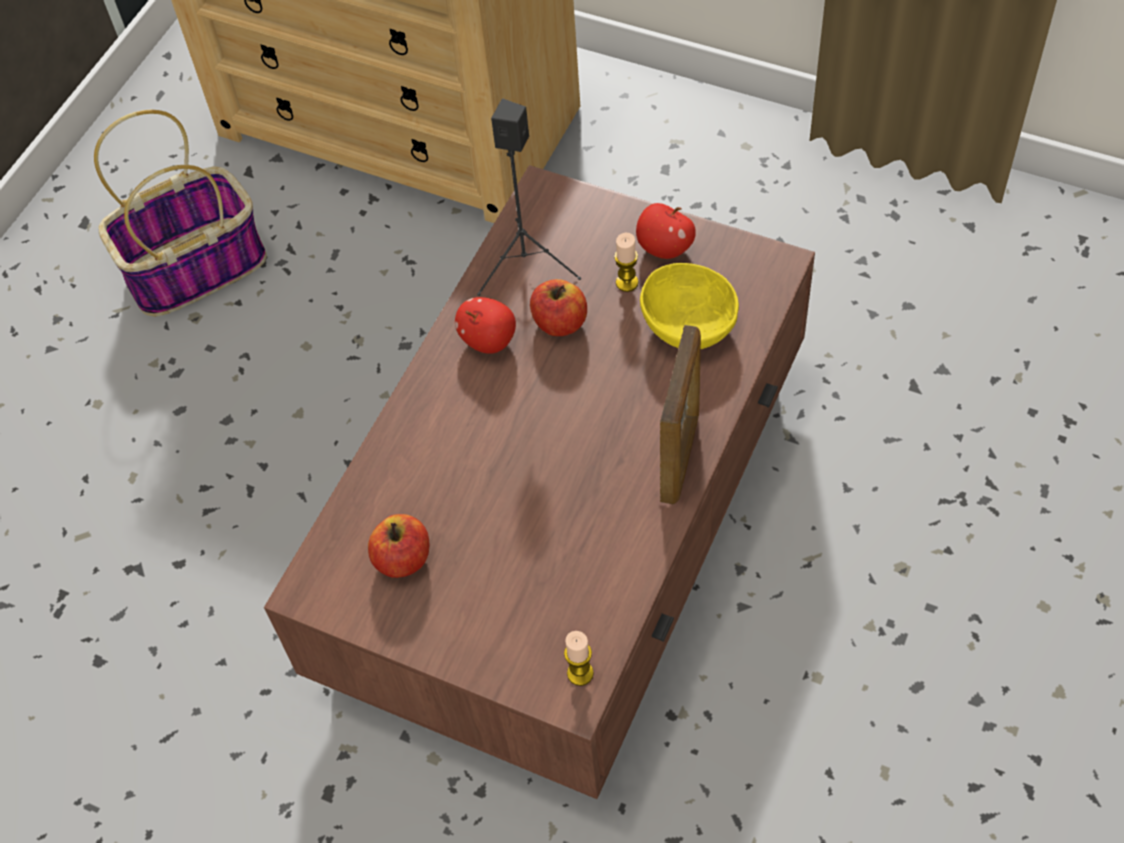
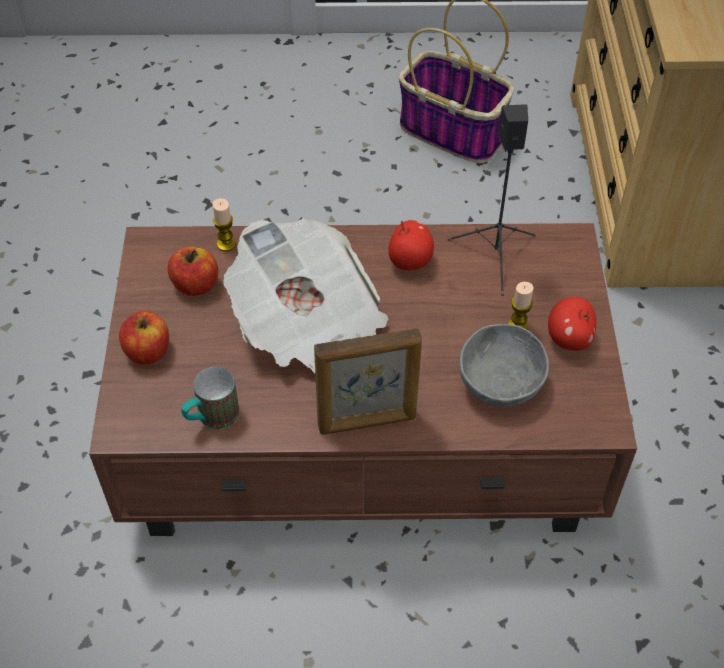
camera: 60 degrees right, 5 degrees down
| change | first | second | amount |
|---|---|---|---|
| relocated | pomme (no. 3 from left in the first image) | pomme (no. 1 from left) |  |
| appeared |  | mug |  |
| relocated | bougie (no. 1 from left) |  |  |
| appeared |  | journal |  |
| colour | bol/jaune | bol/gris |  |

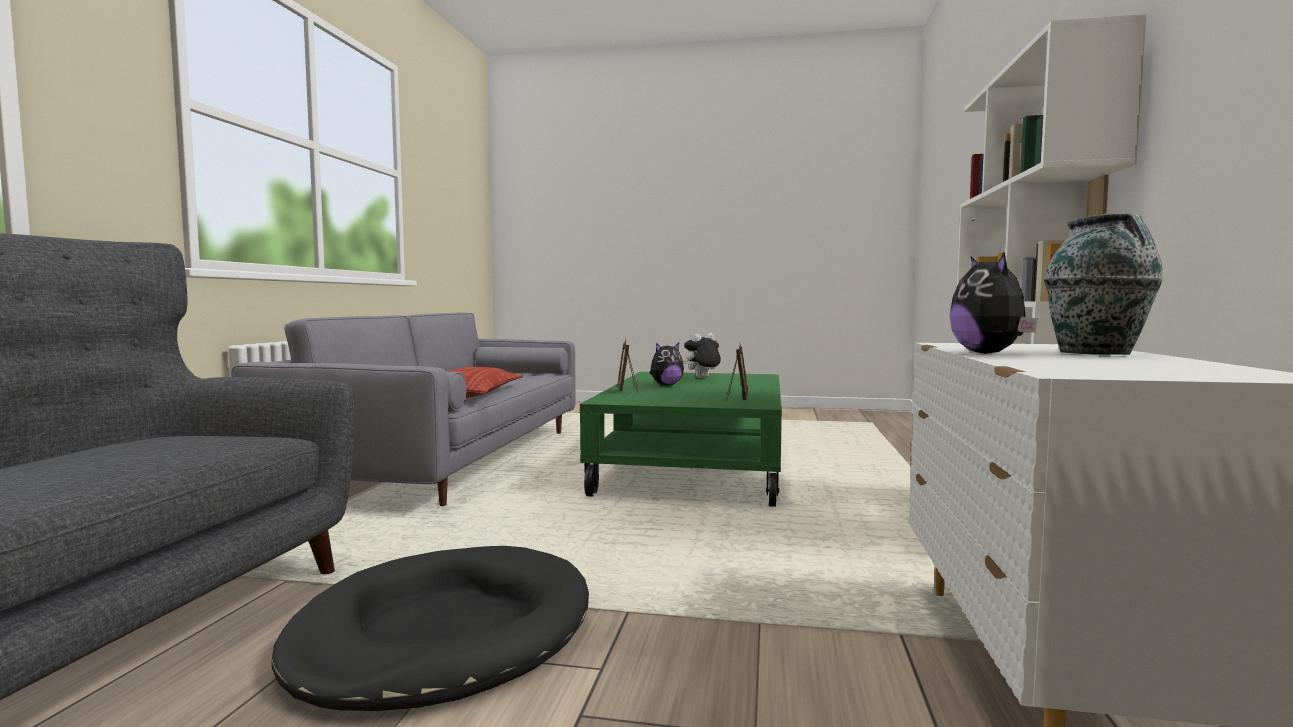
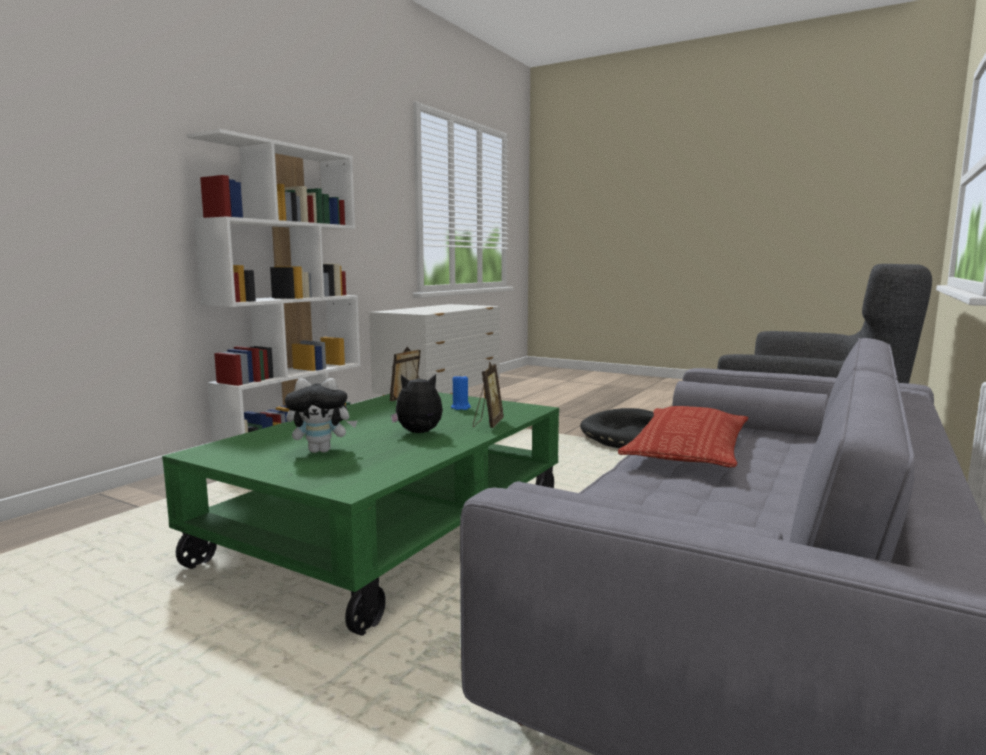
camera: 160 degrees left, 5 degrees up
| change | first | second | amount |
|---|---|---|---|
| appeared |  | bougie/bleu |  |
| missing | peluche (no. 3 from left) |  |  |
| missing | vase |  |  |

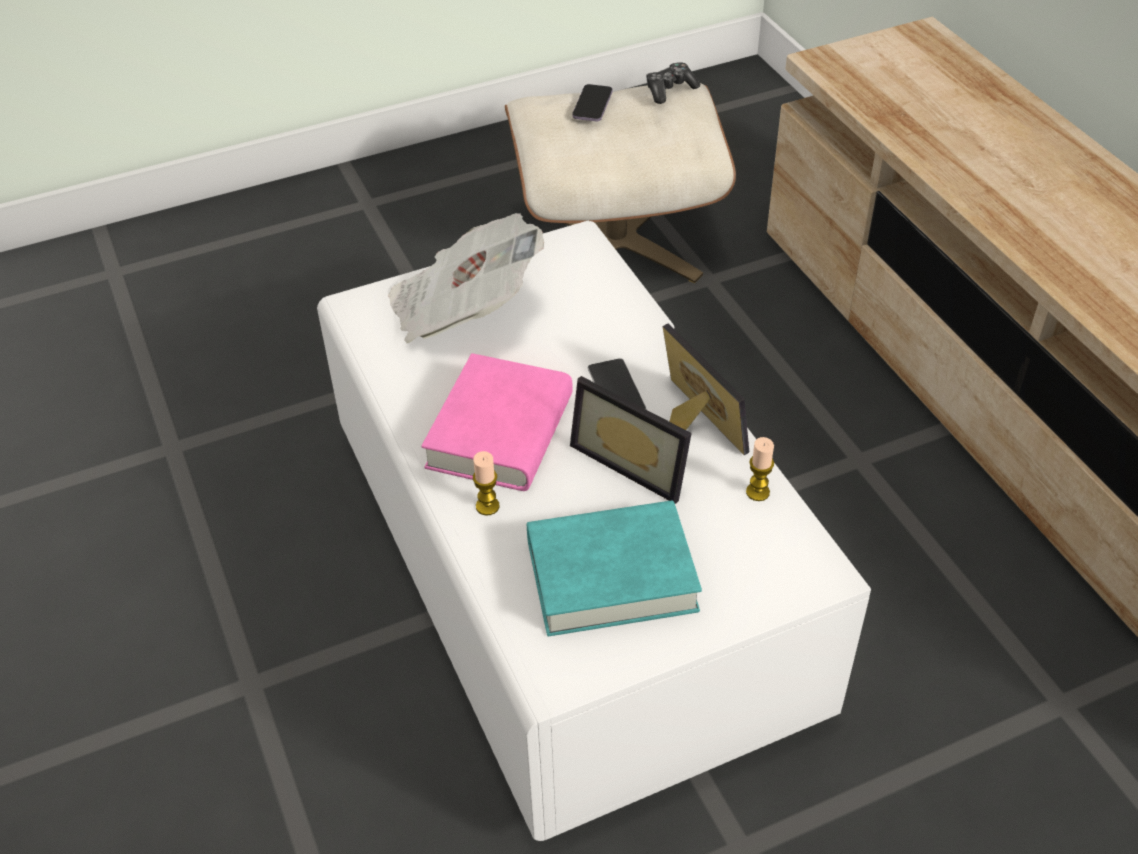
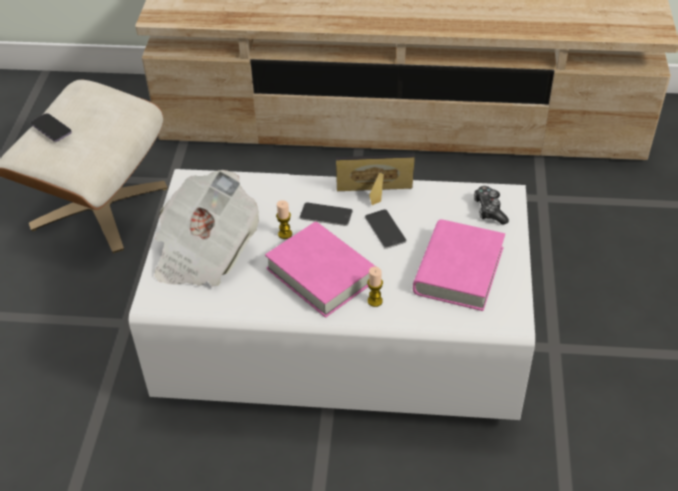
camera: 60 degrees left, 0 degrees up
| change | first | second | amount |
|---|---|---|---|
| relocated | bougie (no. 2 from left in the first image) | bougie (no. 1 from left) |  |
| exchanged | cadre photo (no. 1 from left) | téléphone (no. 3 from left) |  |
| colour | livre/turquoise | livre/rose (no. 2 from left) |  |
| relocated | manette |  |  |

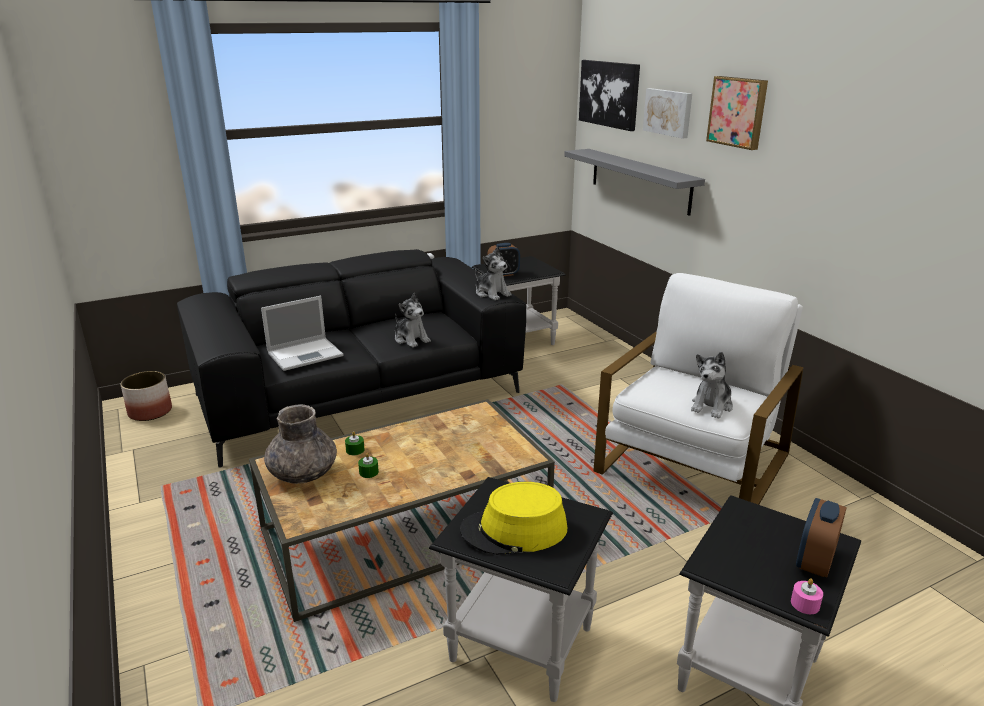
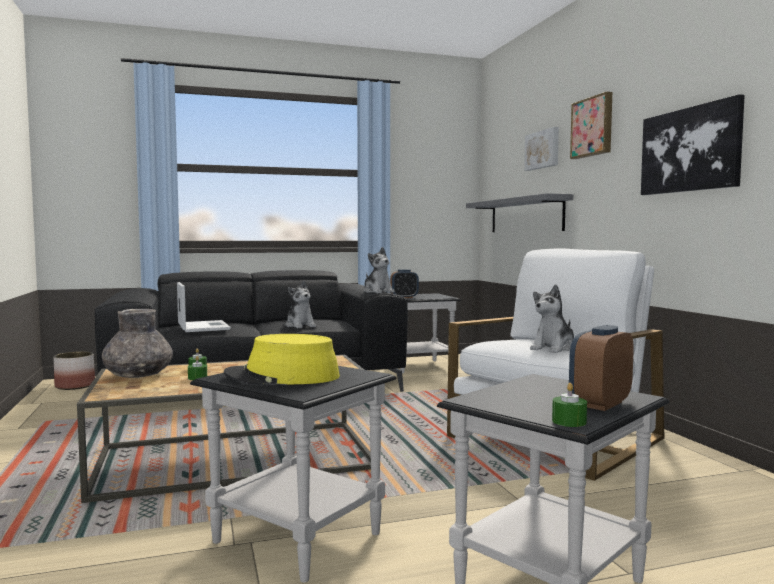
camera: 10 degrees right, 20 degrees down
| change | first | second | amount |
|---|---|---|---|
| spun | ordinateur portable |  | 90 degrees counterclockwise |
| colour | bougie/rose | bougie/vert (no. 3 from left) |  |
| relocated | tableau (no. 1 from left in the first image) | tableau (no. 3 from left) |  |

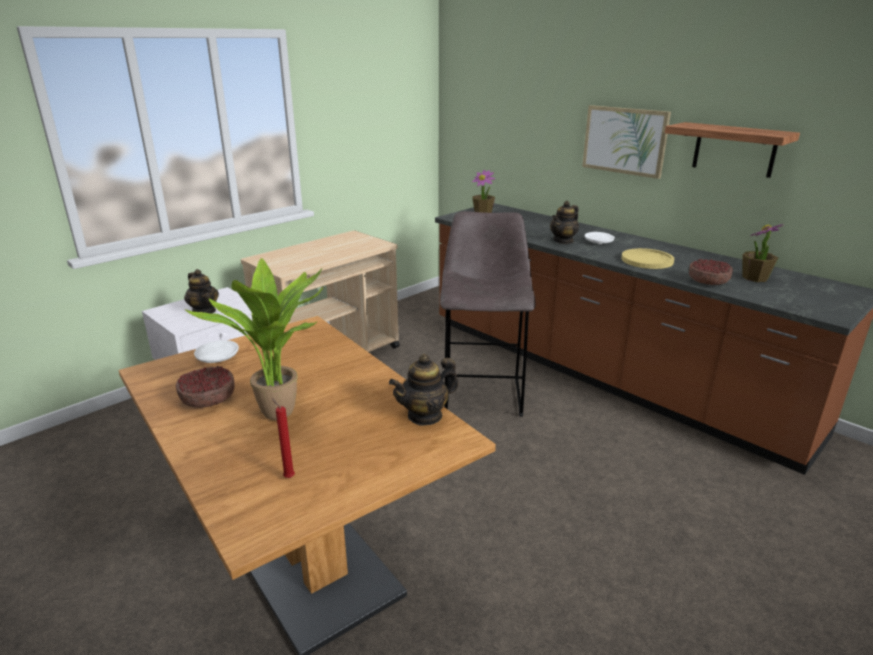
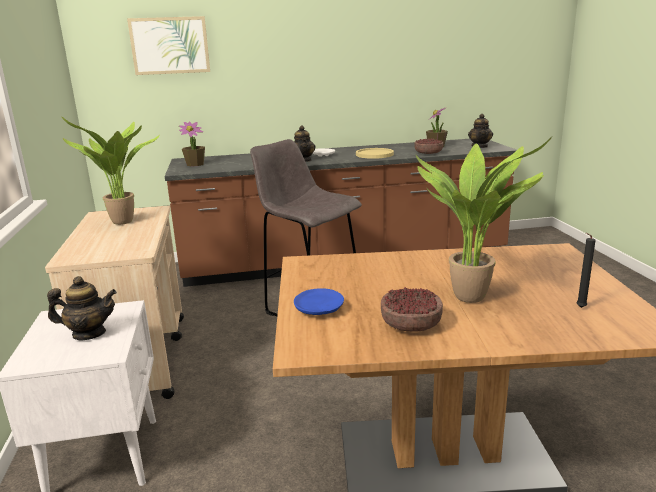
camera: 55 degrees left, 5 degrees down
| change | first | second | amount |
|---|---|---|---|
| appeared |  | plante en pot (no. 1 from left) |  |
| relocated | tableau |  |  |
| colour | assiette/blanc (no. 1 from left) | assiette/bleu |  |
| relocated | théière (no. 2 from left in the first image) | théière (no. 3 from left) |  |
| colour | bougie/rouge | bougie/noir |  |
| missing | étagère |  |  |

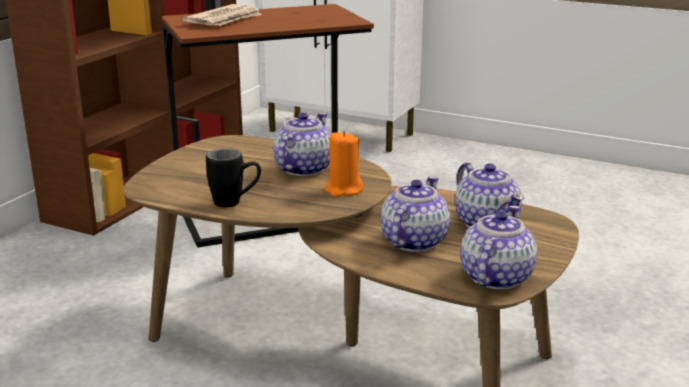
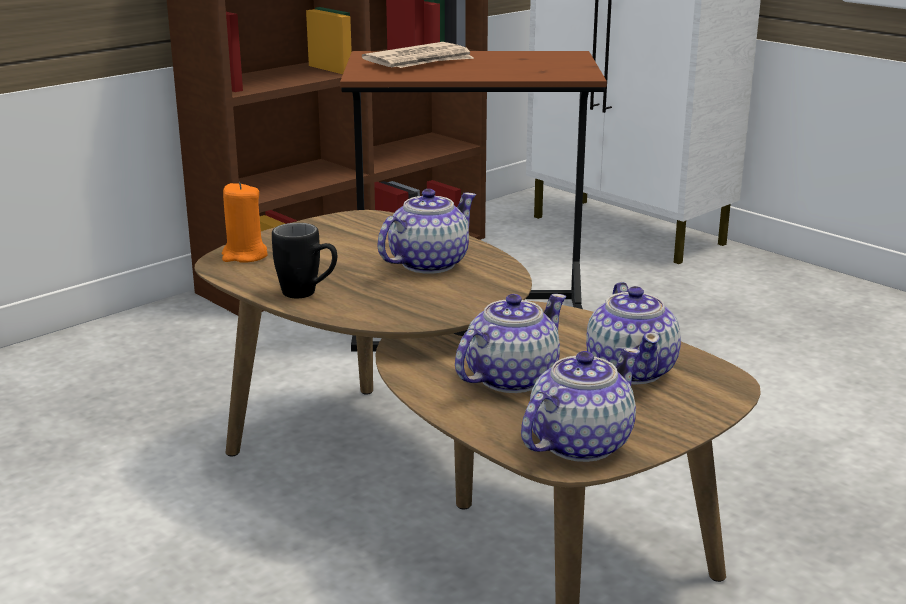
camera: 20 degrees right, 0 degrees up
| change | first | second | amount |
|---|---|---|---|
| relocated | bougie/orange |  |  |

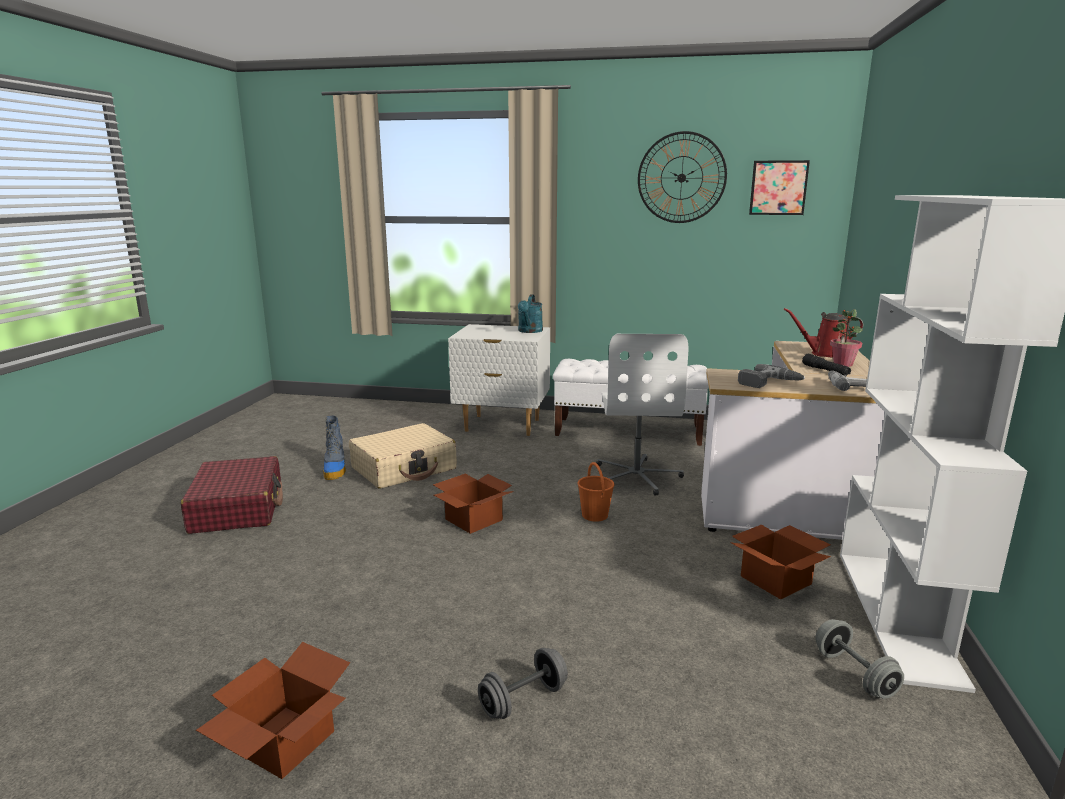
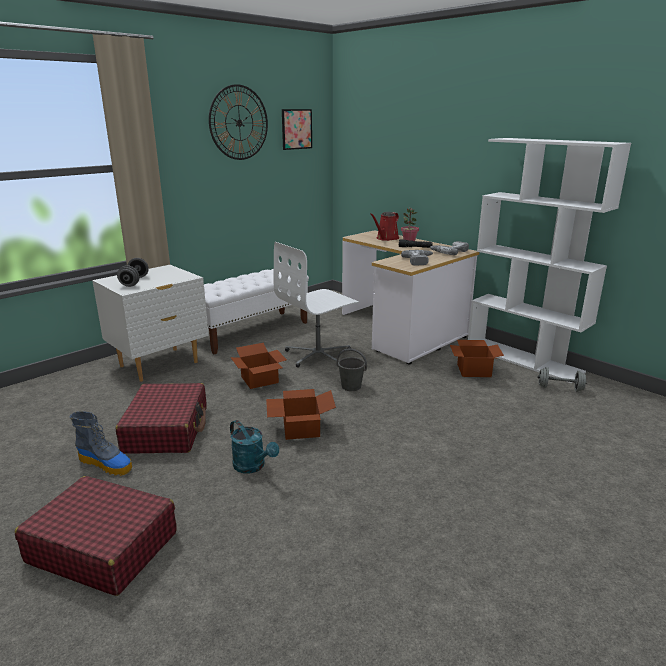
camera: 55 degrees left, 5 degrees up
| change | first | second | amount |
|---|---|---|---|
| colour | valise/beige | valise/rouge (no. 2 from left) |  |
| relocated | haltère/gris (no. 1 from left) |  |  |
| relocated | carton (no. 1 from left) |  |  |
| relocated | arrosoir/turquoise |  |  |
| spun | chaise de bureau/blanc |  | 105 degrees clockwise |
| colour | seau/orange | seau/gris |  |

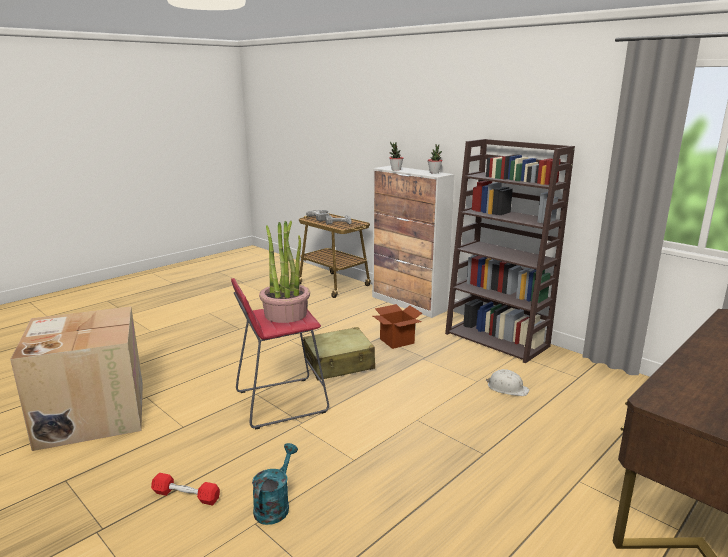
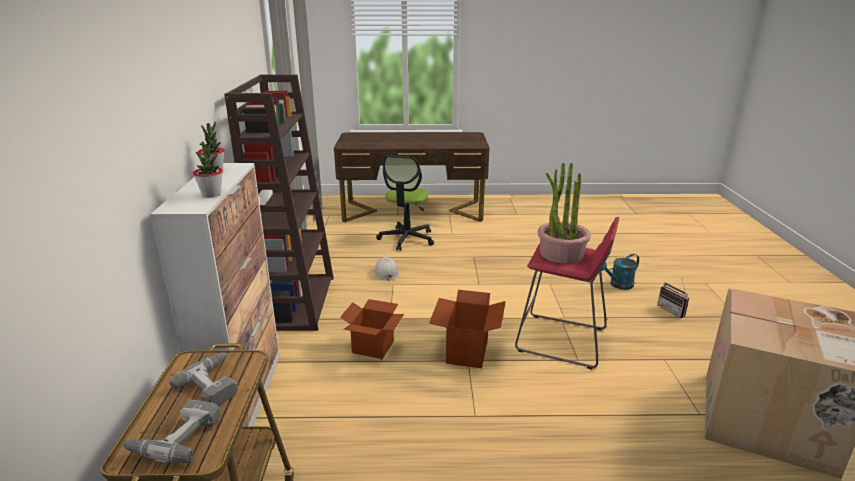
camera: 135 degrees left, 5 degrees up
| change | first | second | amount |
|---|---|---|---|
| appeared |  | chaise de bureau |  |
| exchanged | valise/beige | carton (no. 2 from left) |  |
| exchanged | haltère/rouge | radio |  |

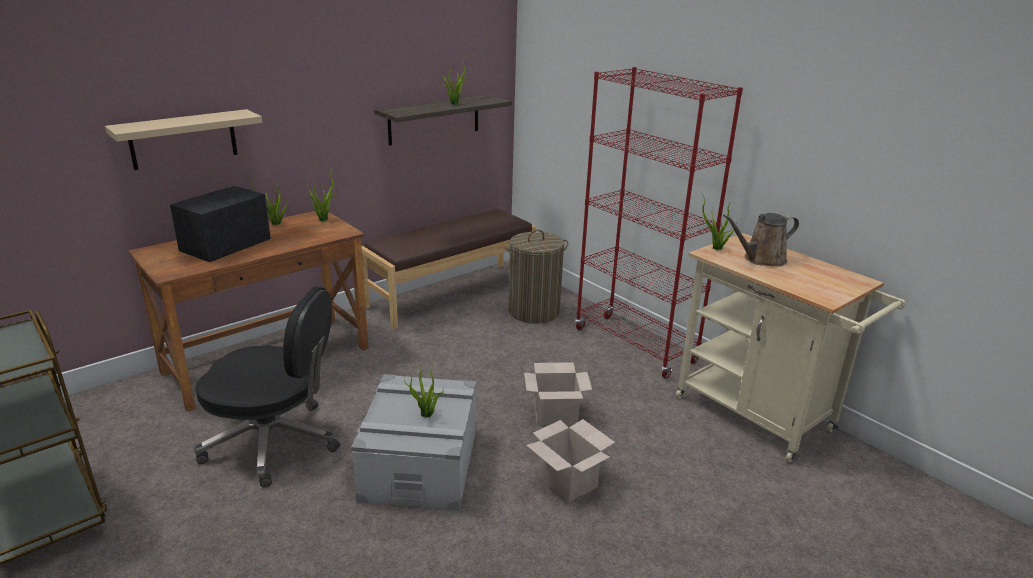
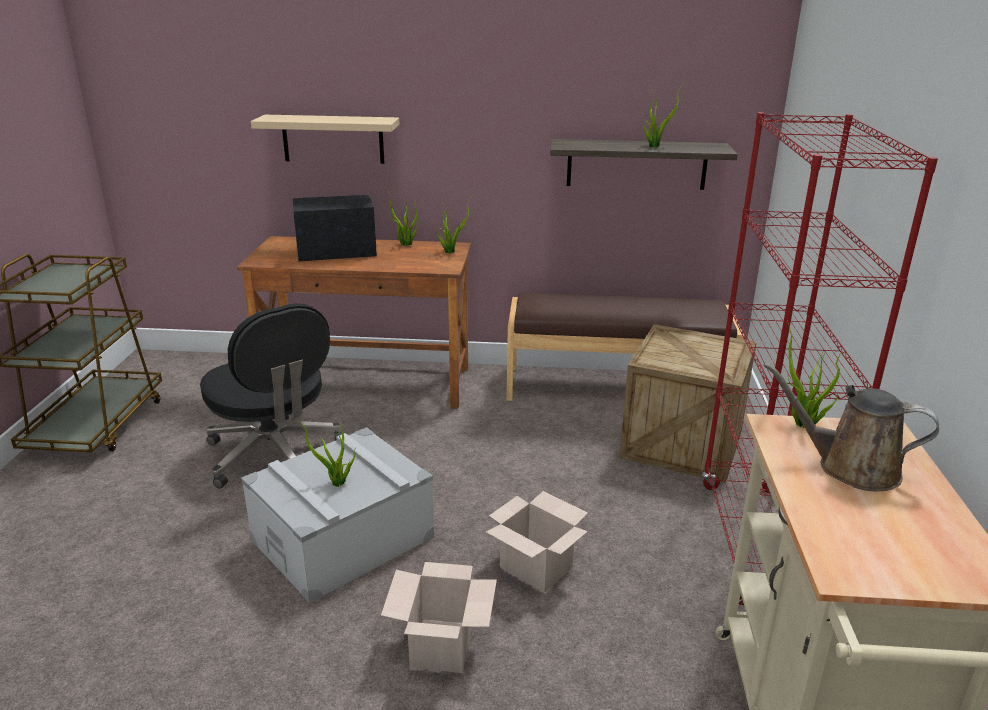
camera: 45 degrees right, 0 degrees up
| change | first | second | amount |
|---|---|---|---|
| exchanged | panier à linge | caisse |  |

